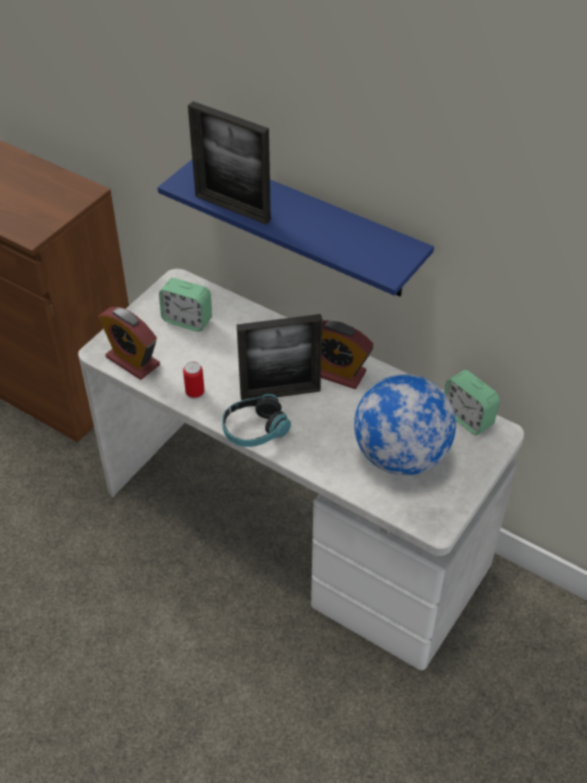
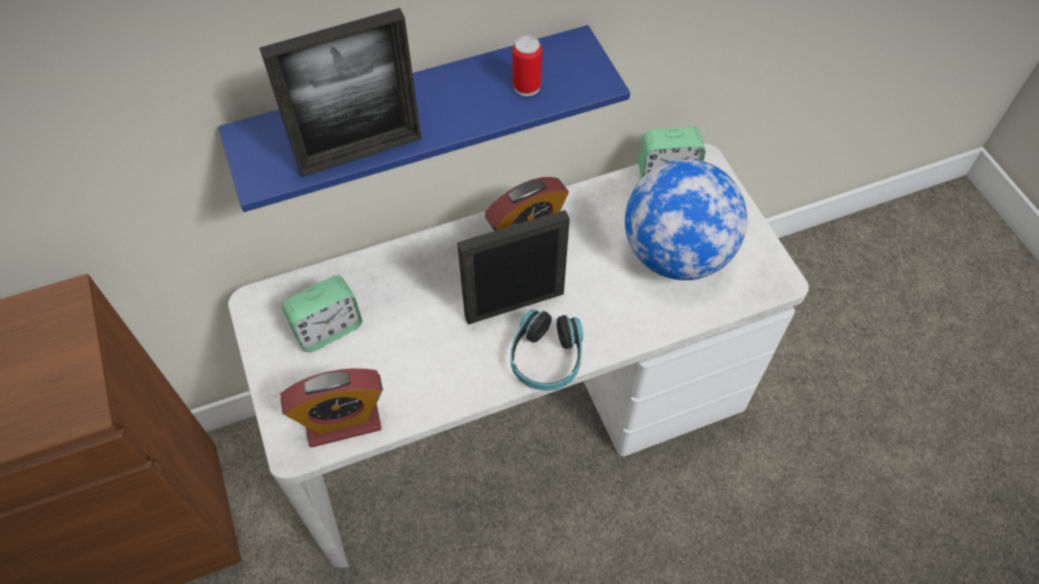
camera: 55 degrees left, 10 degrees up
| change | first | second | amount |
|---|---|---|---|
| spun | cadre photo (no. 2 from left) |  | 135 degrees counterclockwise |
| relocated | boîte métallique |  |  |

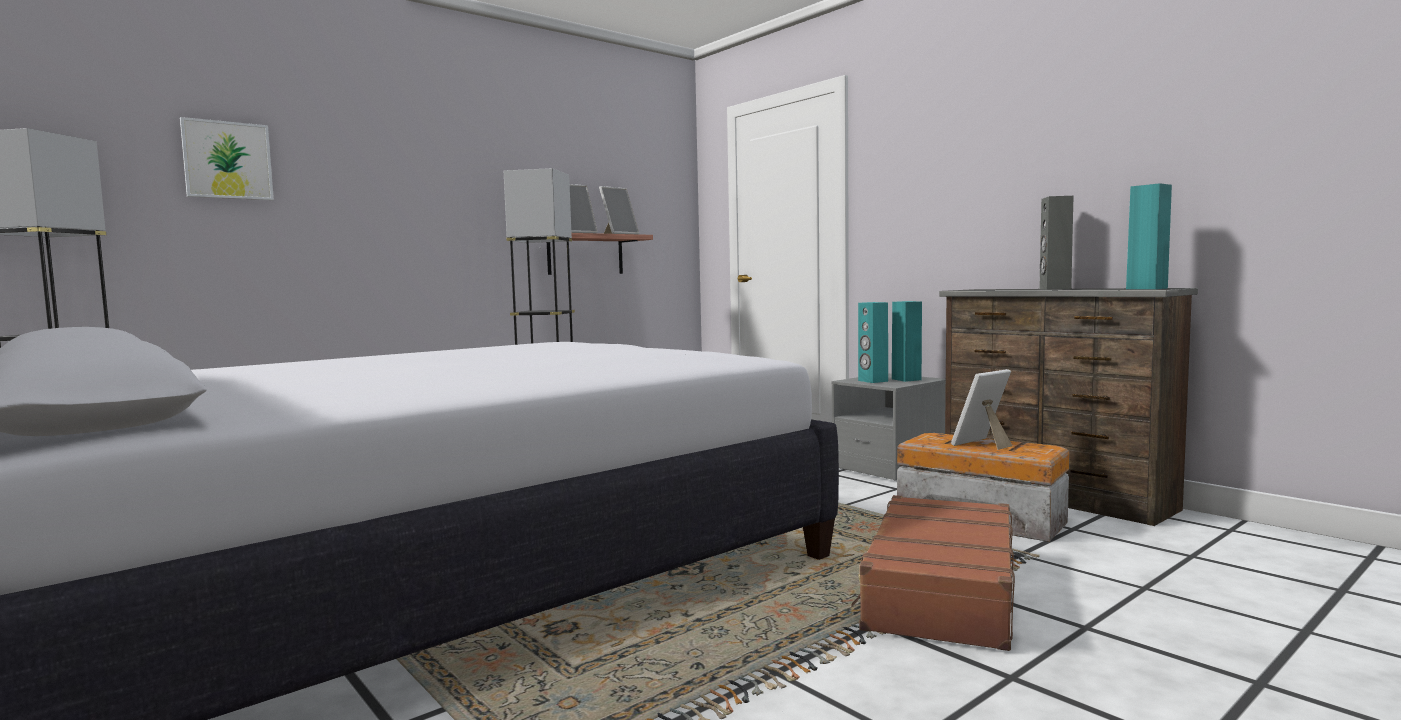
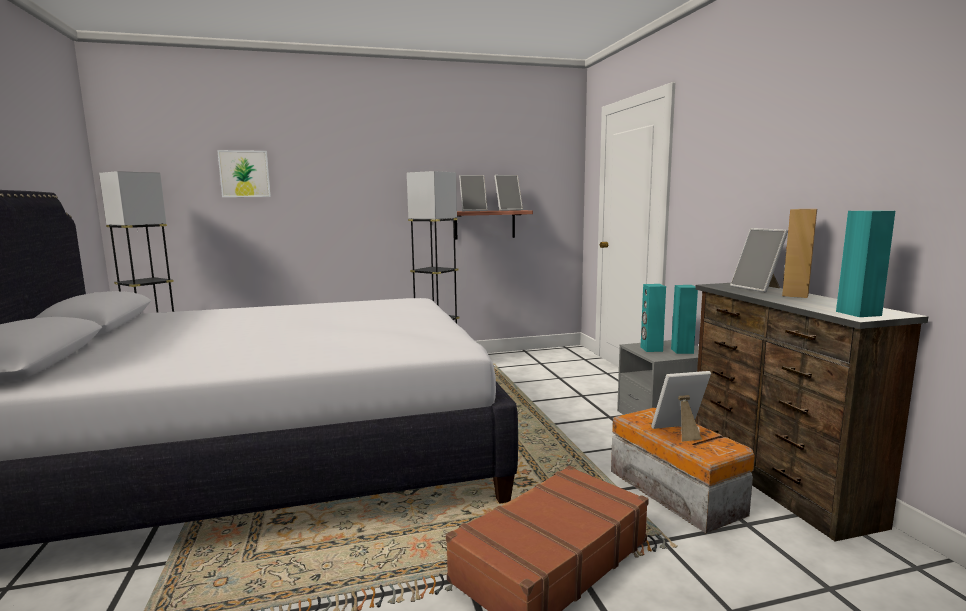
camera: 25 degrees right, 5 degrees up
| change | first | second | amount |
|---|---|---|---|
| appeared |  | cadre photo (no. 4 from left) |  |
| colour | enceinte/gris | enceinte/marron |  |

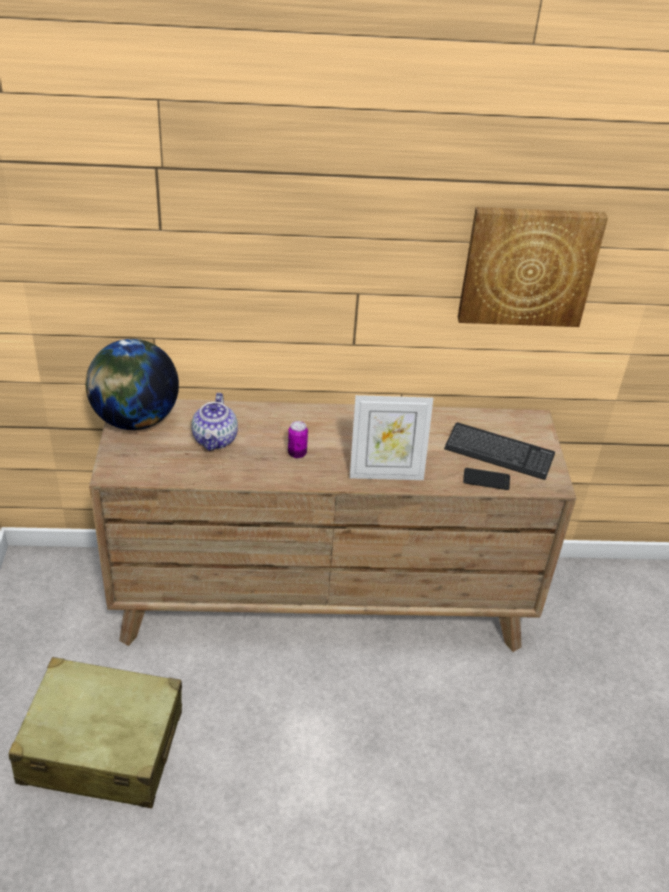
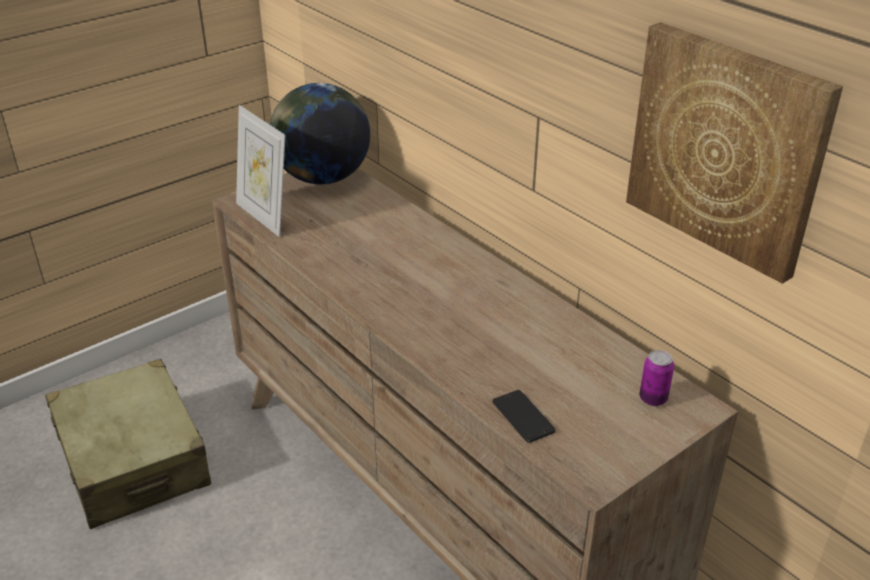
camera: 55 degrees right, 5 degrees down
| change | first | second | amount |
|---|---|---|---|
| relocated | cadre photo |  |  |
| relocated | boîte métallique |  |  |
| missing | théière |  |  |
| missing | clavier |  |  |

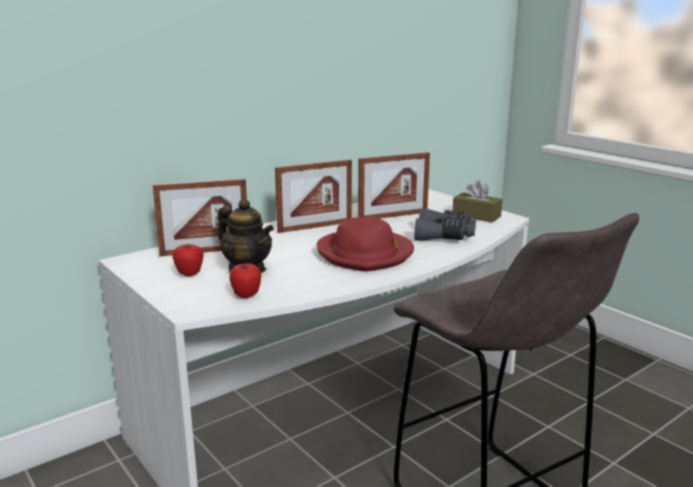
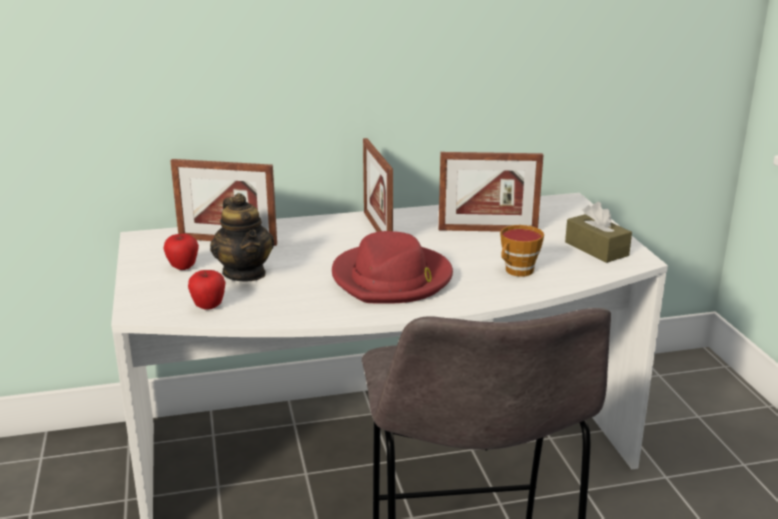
camera: 25 degrees right, 5 degrees up
| change | first | second | amount |
|---|---|---|---|
| spun | cadre photo (no. 2 from left) |  | 75 degrees clockwise |
| exchanged | jumelles/gris | tasse |  |

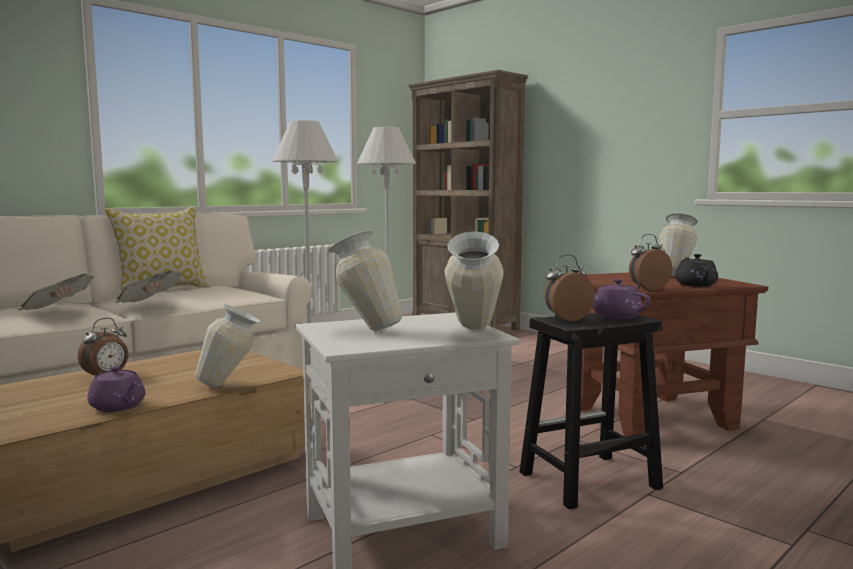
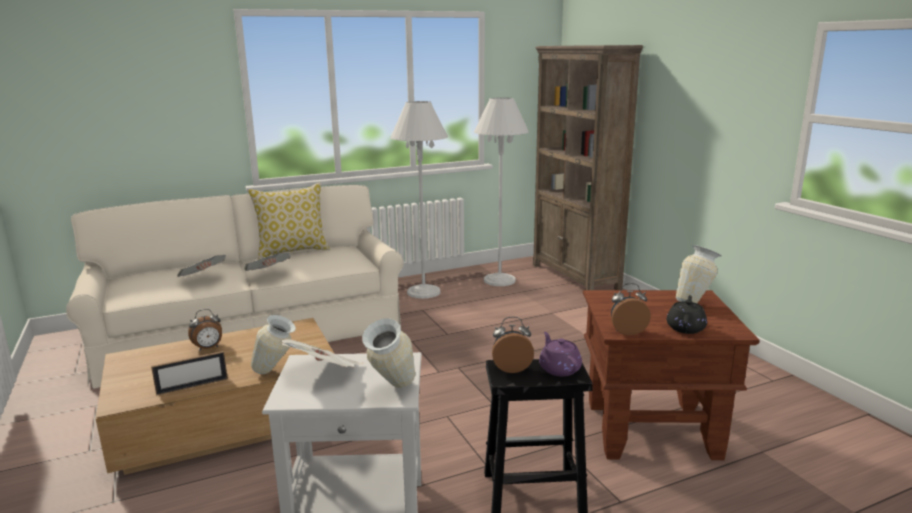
camera: 20 degrees right, 10 degrees up
| change | first | second | amount |
|---|---|---|---|
| exchanged | théière/violet (no. 1 from left) | cadre photo |  |
| exchanged | vase (no. 2 from left) | journal (no. 3 from left) |  |

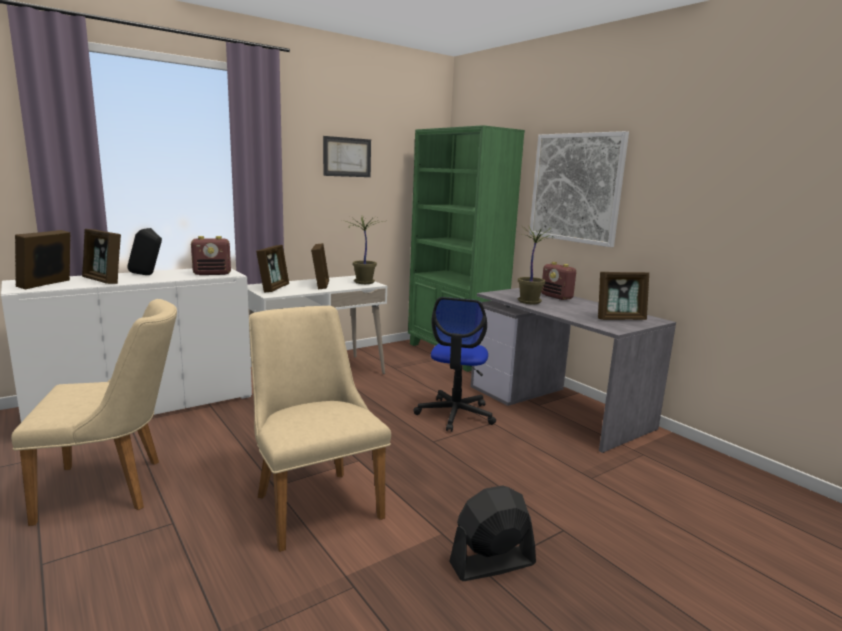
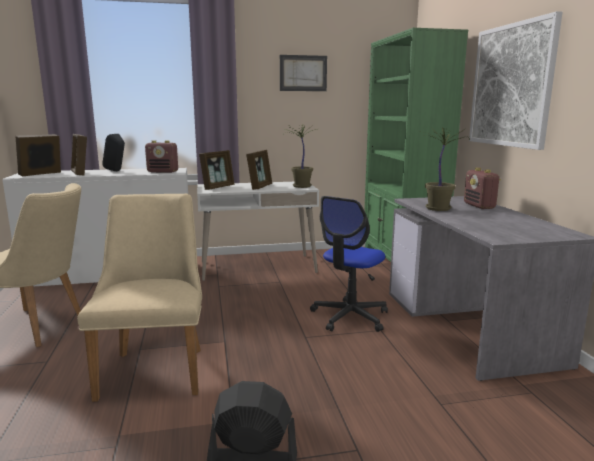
camera: 25 degrees right, 0 degrees up
| change | first | second | amount |
|---|---|---|---|
| missing | cadre photo (no. 5 from left) |  |  |

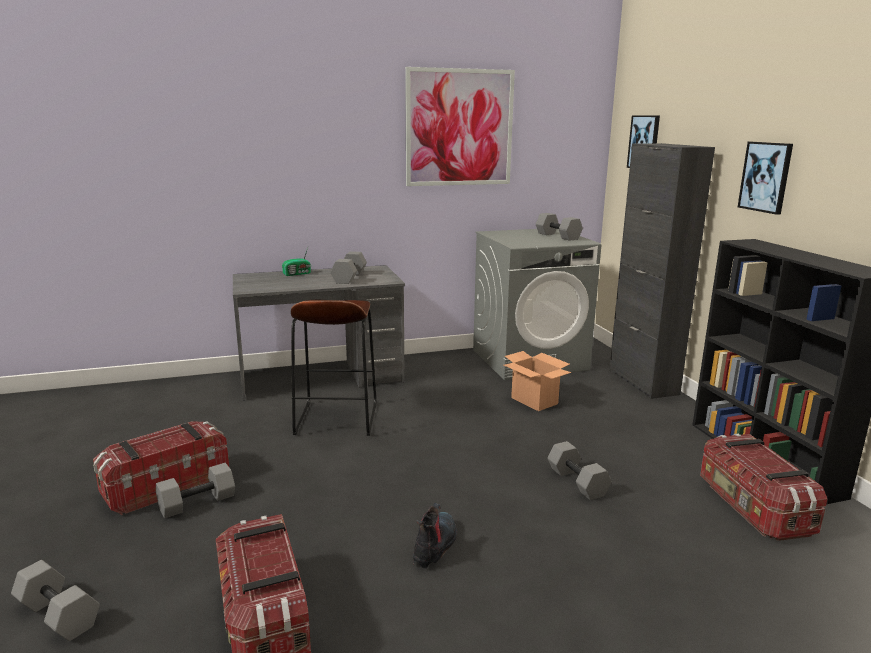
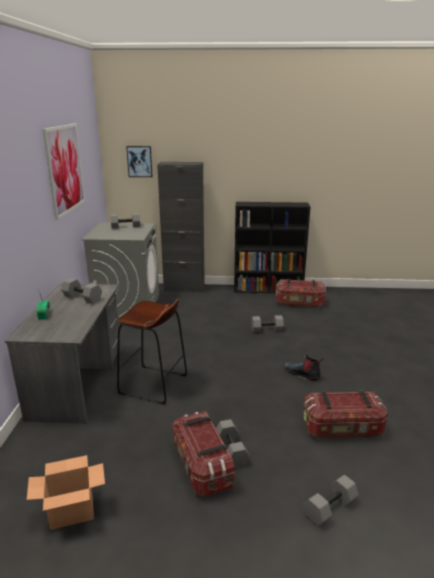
camera: 70 degrees left, 5 degrees up
| change | first | second | amount |
|---|---|---|---|
| relocated | carton |  |  |
| missing | tableau (no. 3 from left) |  |  |

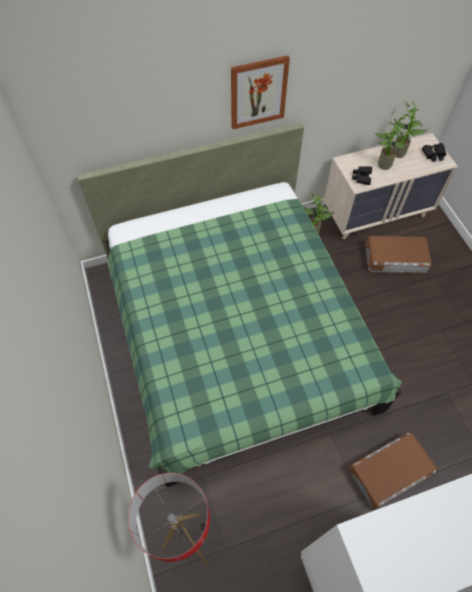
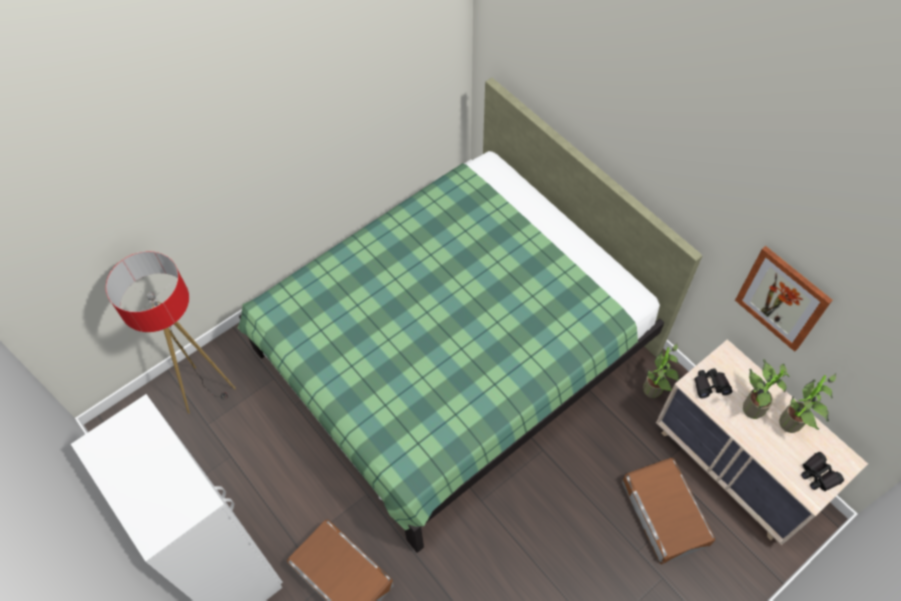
camera: 70 degrees right, 0 degrees up
| change | first | second | amount |
|---|---|---|---|
| relocated | tableau |  |  |

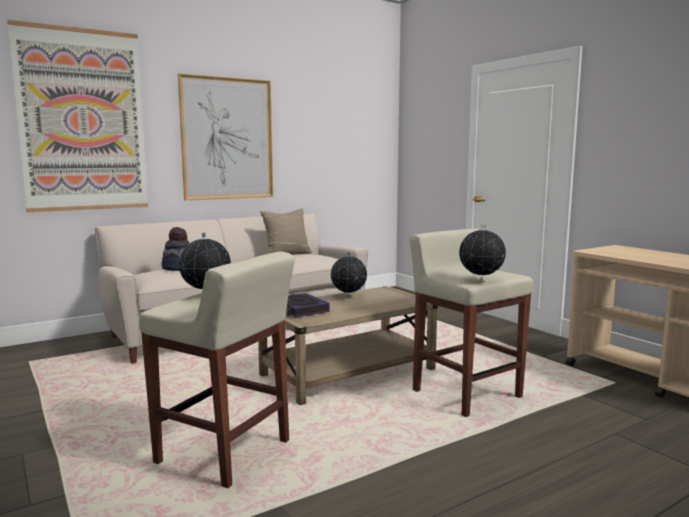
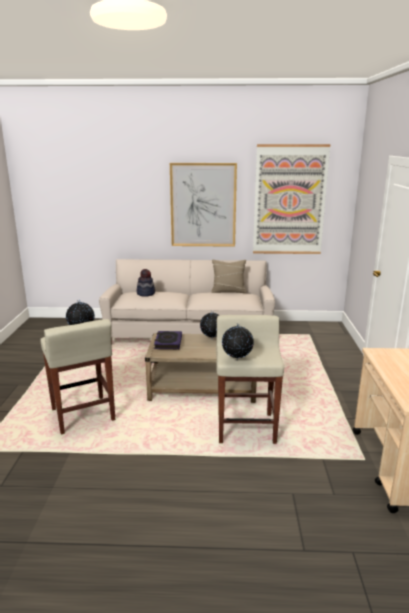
camera: 35 degrees right, 10 degrees up
| change | first | second | amount |
|---|---|---|---|
| relocated | tableau (no. 1 from left in the first image) | tableau (no. 2 from left) |  |

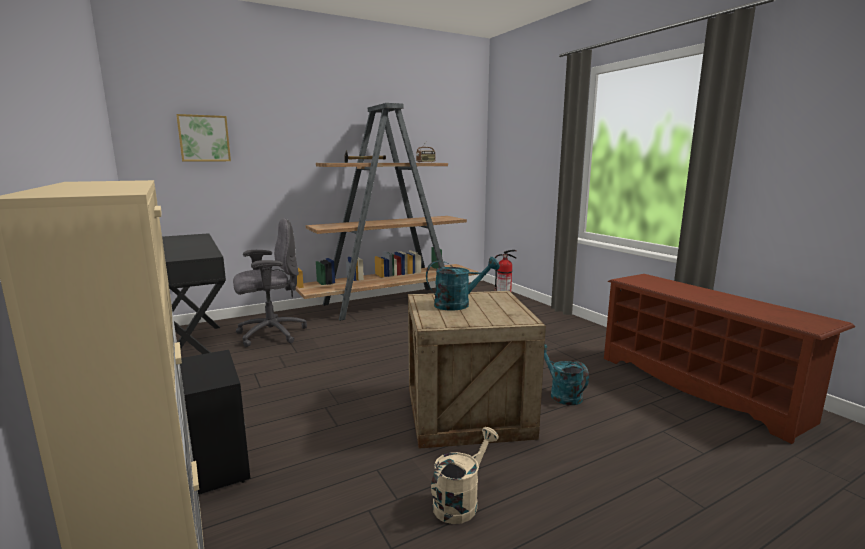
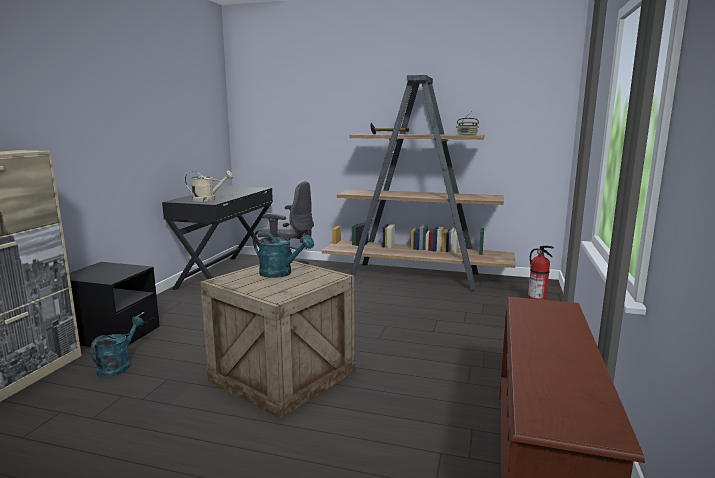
camera: 45 degrees right, 0 degrees up
| change | first | second | amount |
|---|---|---|---|
| relocated | arrosoir/turquoise (no. 2 from left in the first image) | arrosoir/turquoise (no. 1 from left) |  |
| relocated | arrosoir/beige |  |  |
| missing | tableau |  |  |

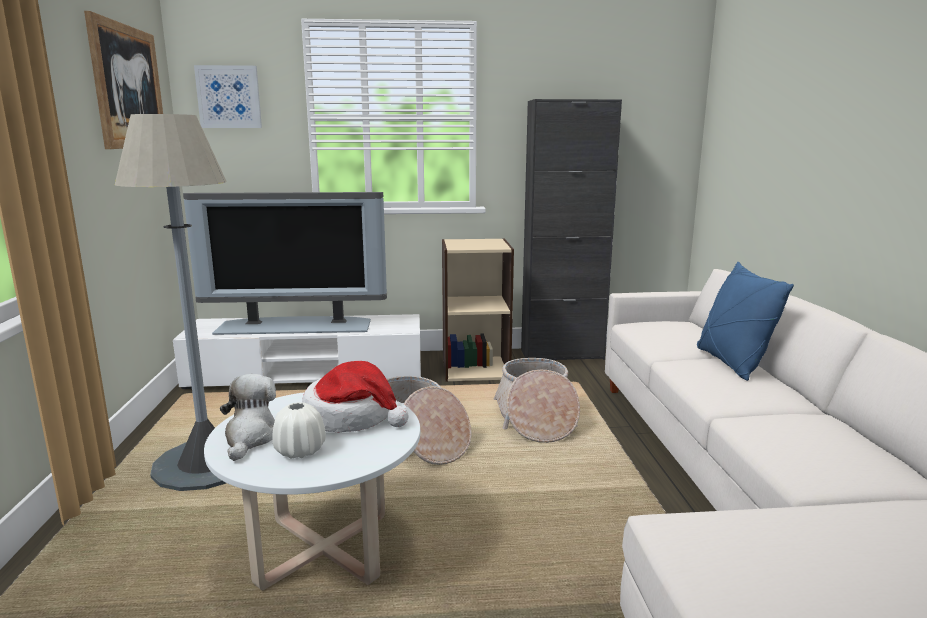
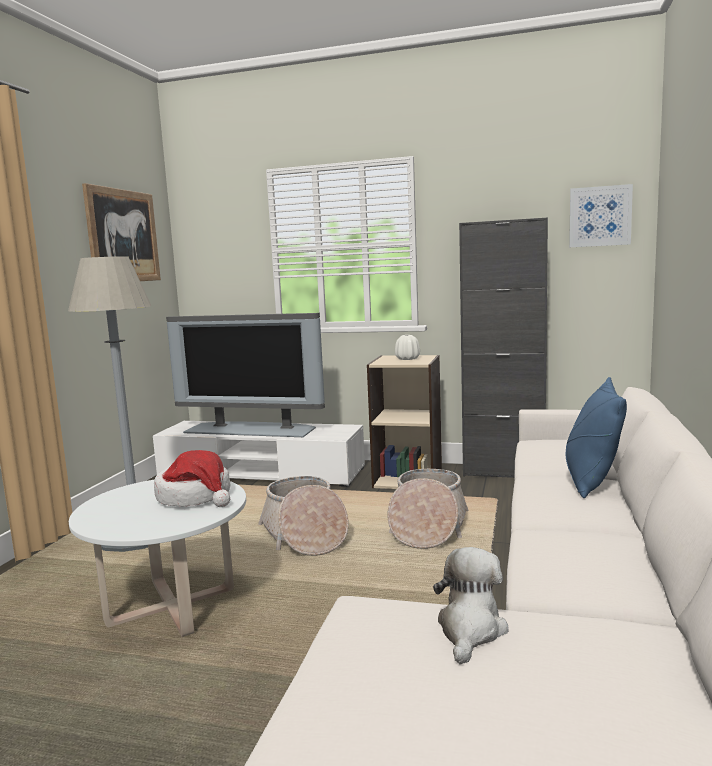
camera: 20 degrees right, 5 degrees down
| change | first | second | amount |
|---|---|---|---|
| relocated | vase/blanc |  |  |
| relocated | peluche |  |  |
| relocated | tableau (no. 2 from left) |  |  |

